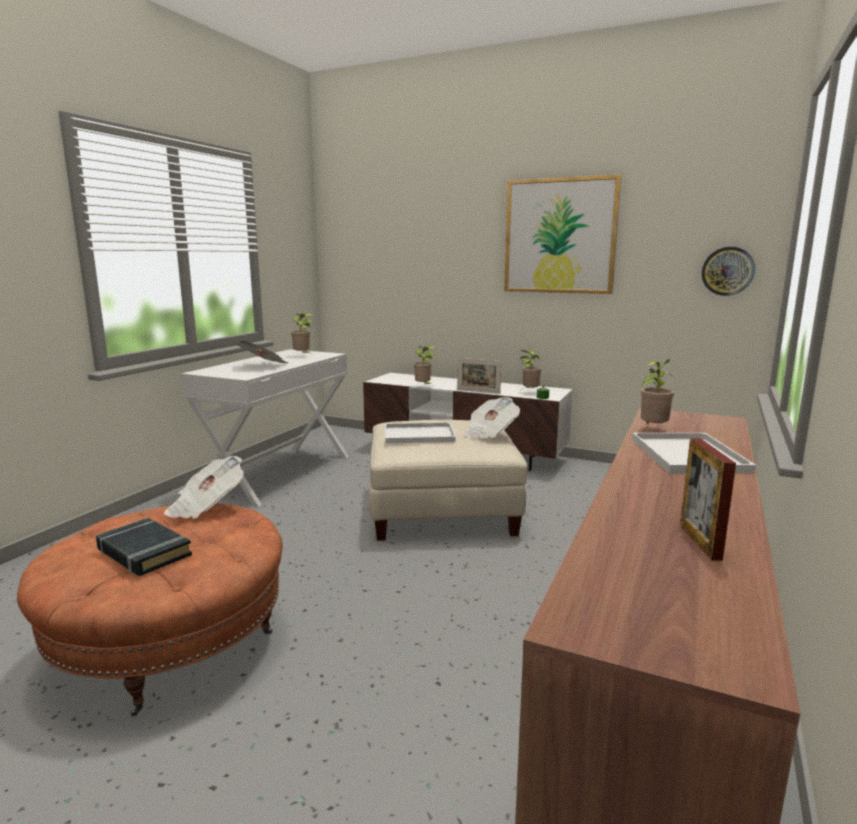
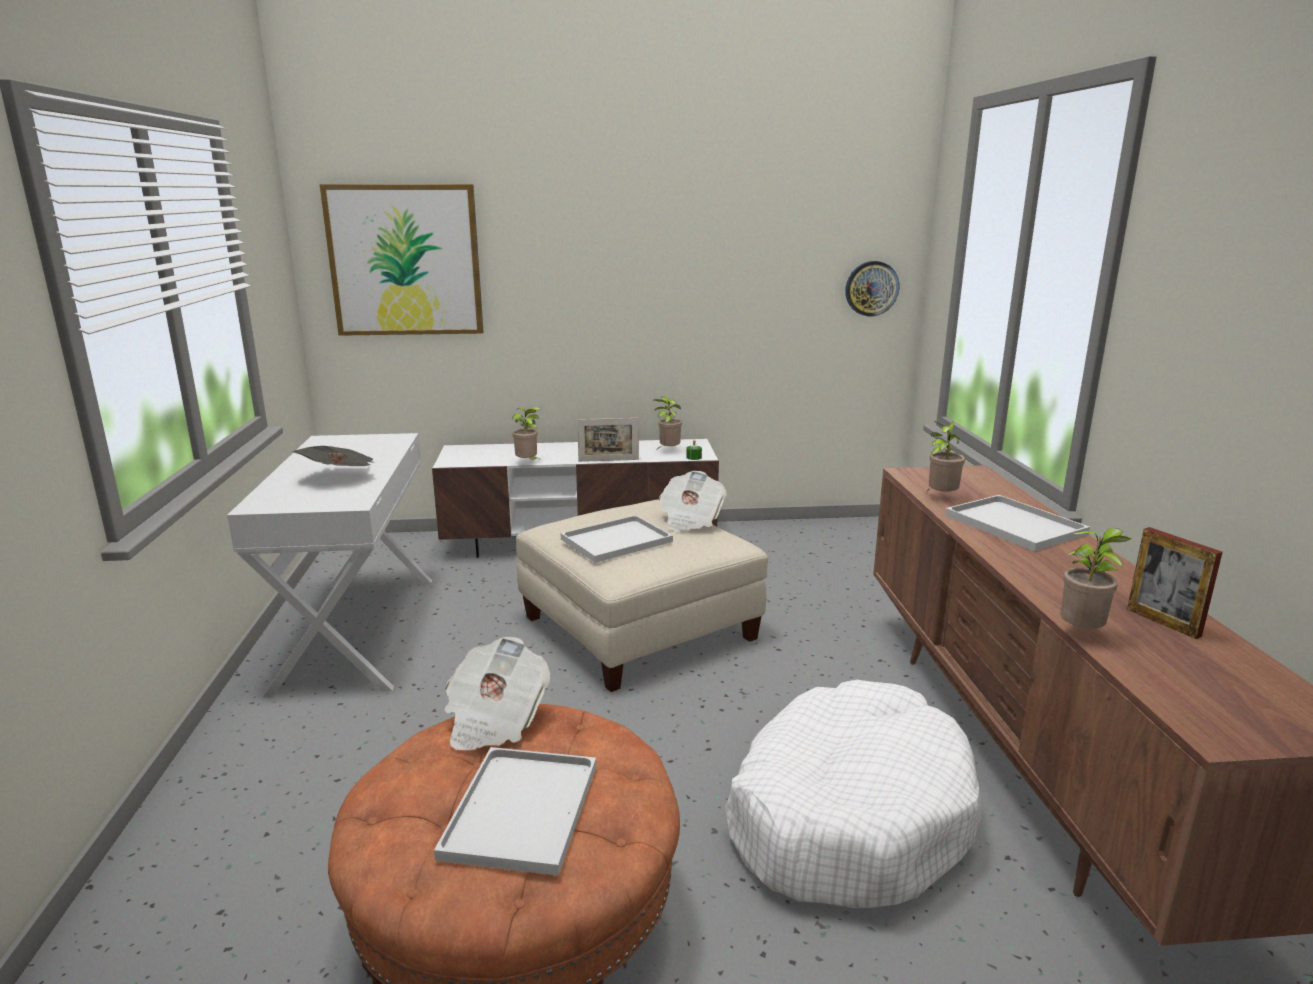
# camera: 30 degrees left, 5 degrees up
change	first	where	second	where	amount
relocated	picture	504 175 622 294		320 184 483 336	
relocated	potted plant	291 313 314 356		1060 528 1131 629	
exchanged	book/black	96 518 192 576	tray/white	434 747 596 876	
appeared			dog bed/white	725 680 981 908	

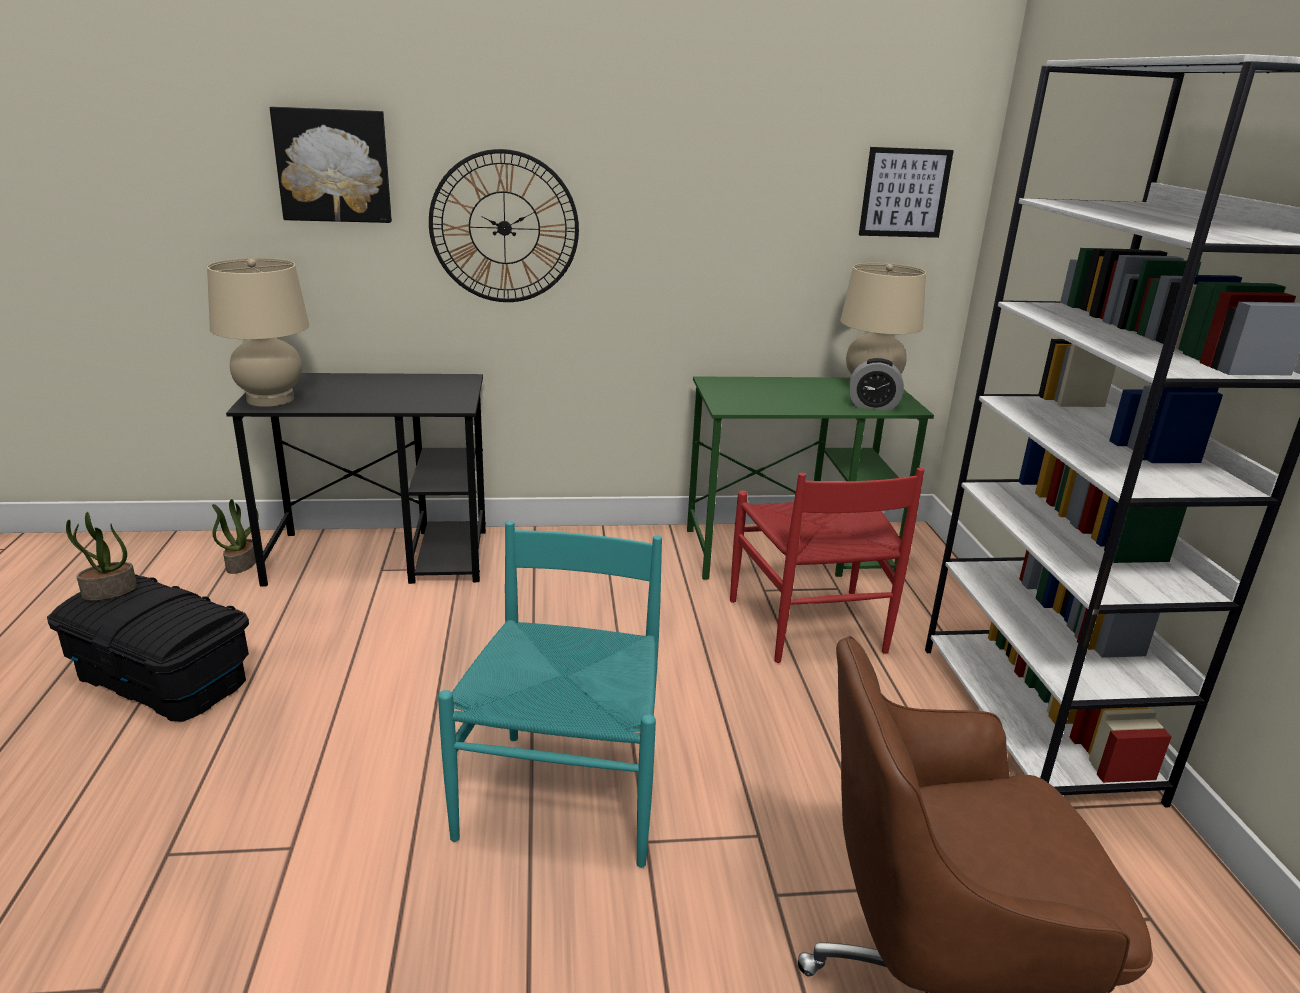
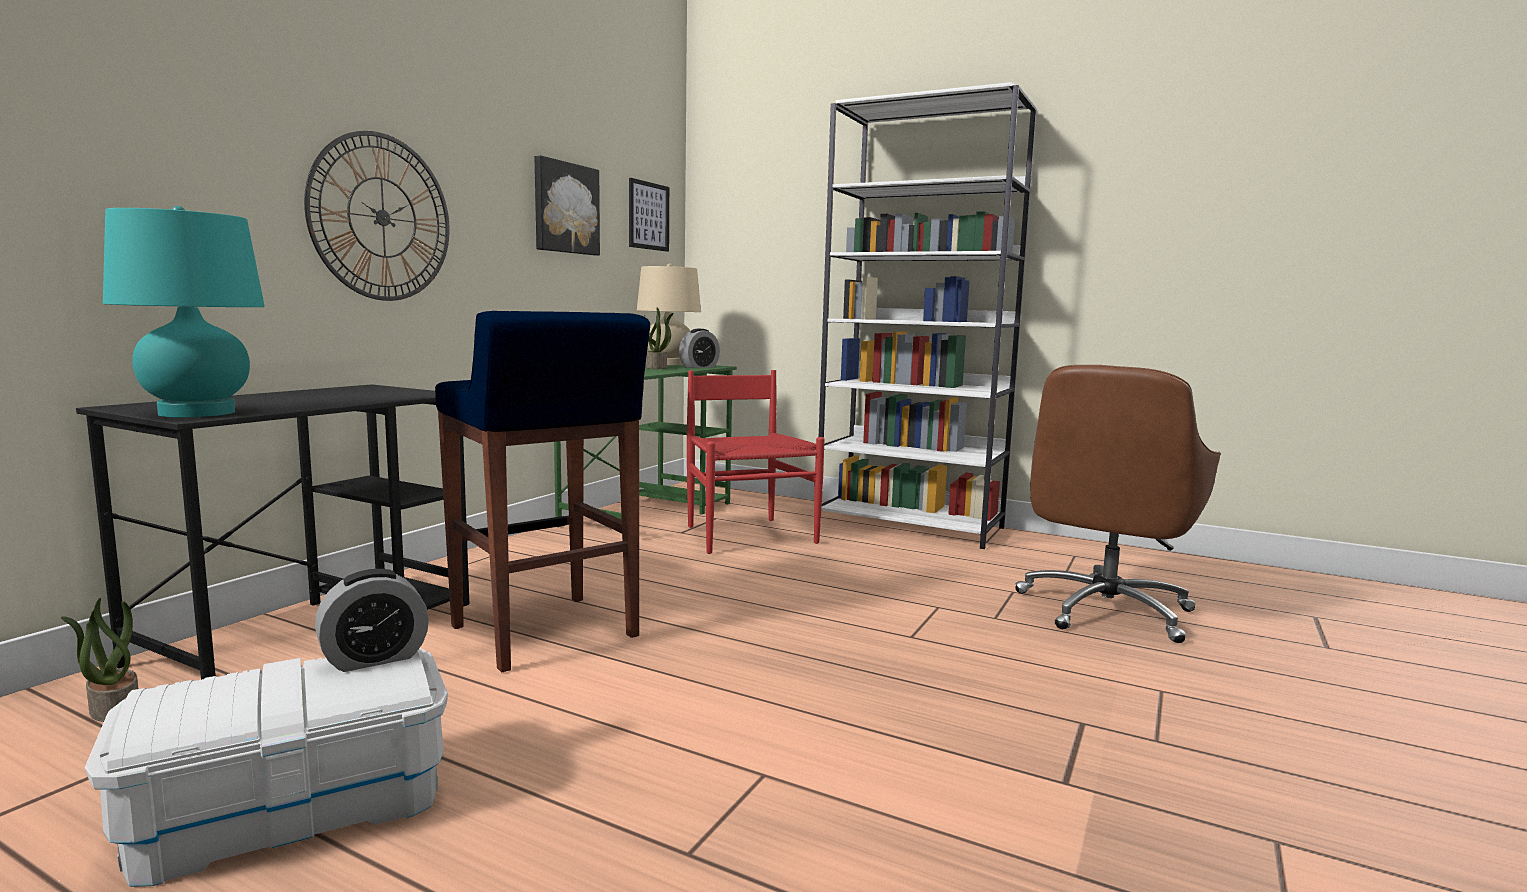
# camera: 55 degrees left, 15 degrees down
change	first	where	second	where	amount
relocated	picture	270 107 392 223		534 156 600 255	
colour	table lamp/beige	207 258 309 407	table lamp/turquoise	103 206 265 417	
spun	chair/red	730 468 924 663		687 370 824 554	135 degrees counterclockwise
relocated	potted plant	66 512 137 600		644 307 674 369	
missing	chair/turquoise	438 521 662 868			
colour	storage box/black	47 574 249 722	storage box/white	85 648 448 887	
appeared			stool/blue	435 311 650 672	
appeared			alarm clock	315 569 429 672	

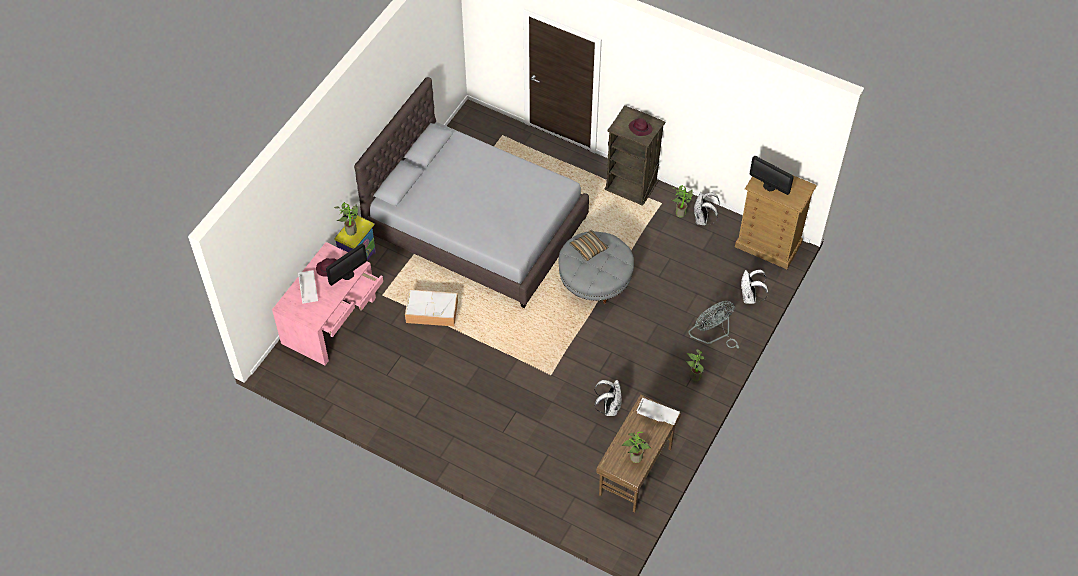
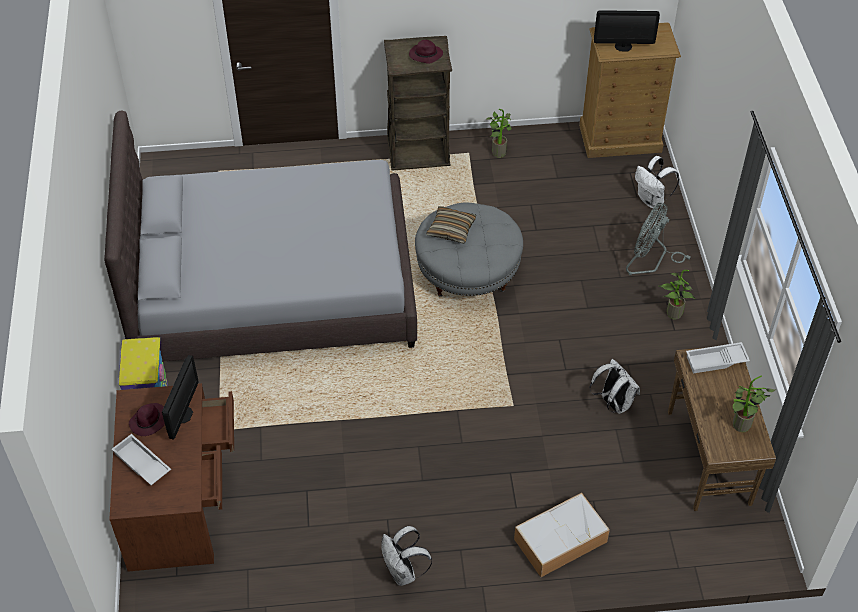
# camera: 35 degrees left, 5 degrees down
change	first	where	second	where	amount
relocated	backpack/white	693 192 720 225		381 526 432 586	
missing	potted plant	334 202 358 236			
colour	desk/pink	272 242 383 366	desk/brown	109 383 234 572	
relocated	storage box	405 289 458 326		514 493 610 577	

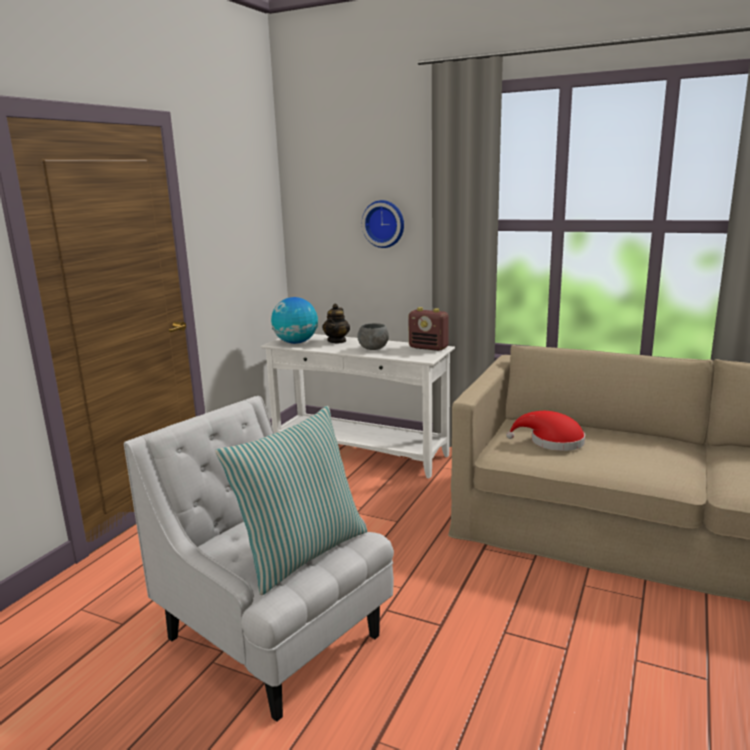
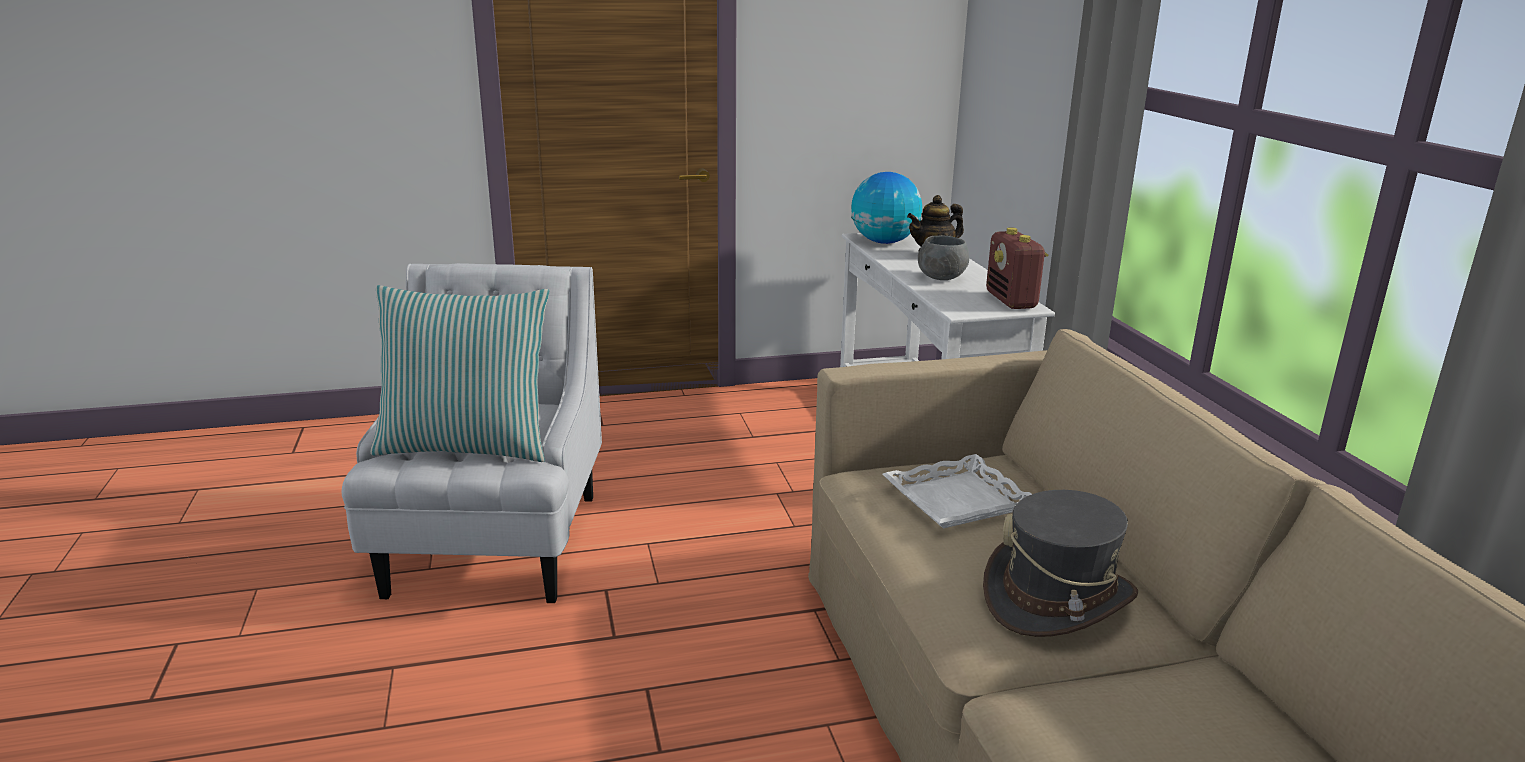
# camera: 50 degrees right, 5 degrees up
change	first	where	second	where	amount
missing	wall clock	362 200 404 248			
exchanged	hat/red	506 411 585 451	tray/white	883 454 1032 528	
appeared			hat/grey	983 490 1138 637	

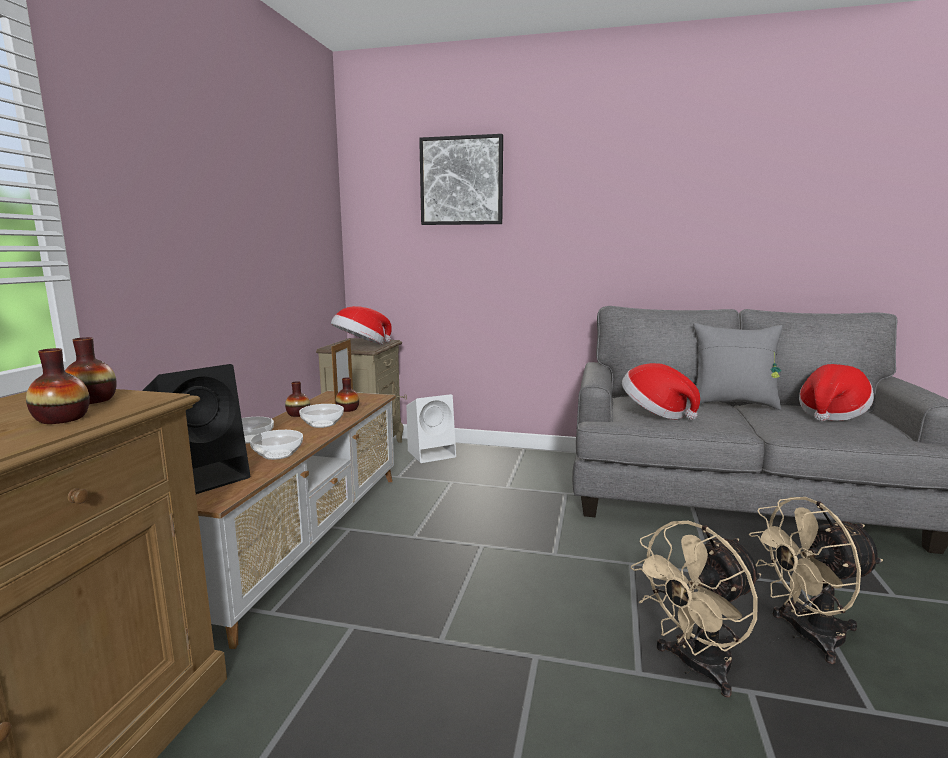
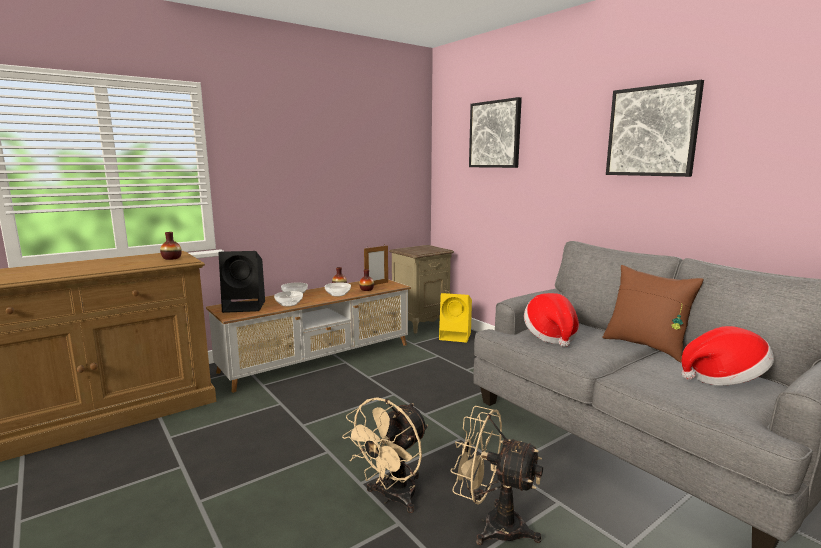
# camera: 40 degrees right, 0 degrees up
change	first	where	second	where	amount
missing	hat	331 306 392 345			
colour	pillow/grey	693 323 782 410	pillow/brown	602 265 704 362	
missing	vase	26 348 90 424			
colour	speaker/white	406 394 456 463	speaker/yellow	439 293 472 343	
spun	fan/beige	631 521 761 698		342 397 428 513	60 degrees counterclockwise
appeared			picture	606 80 704 177	

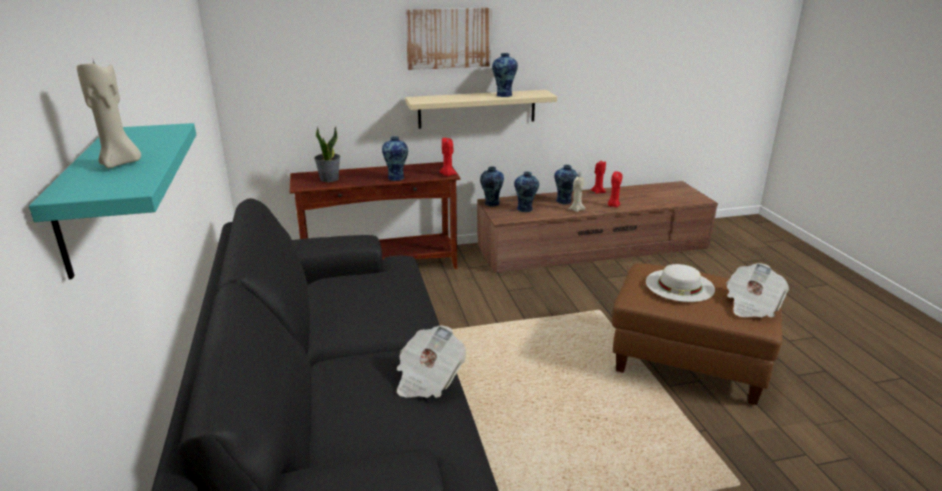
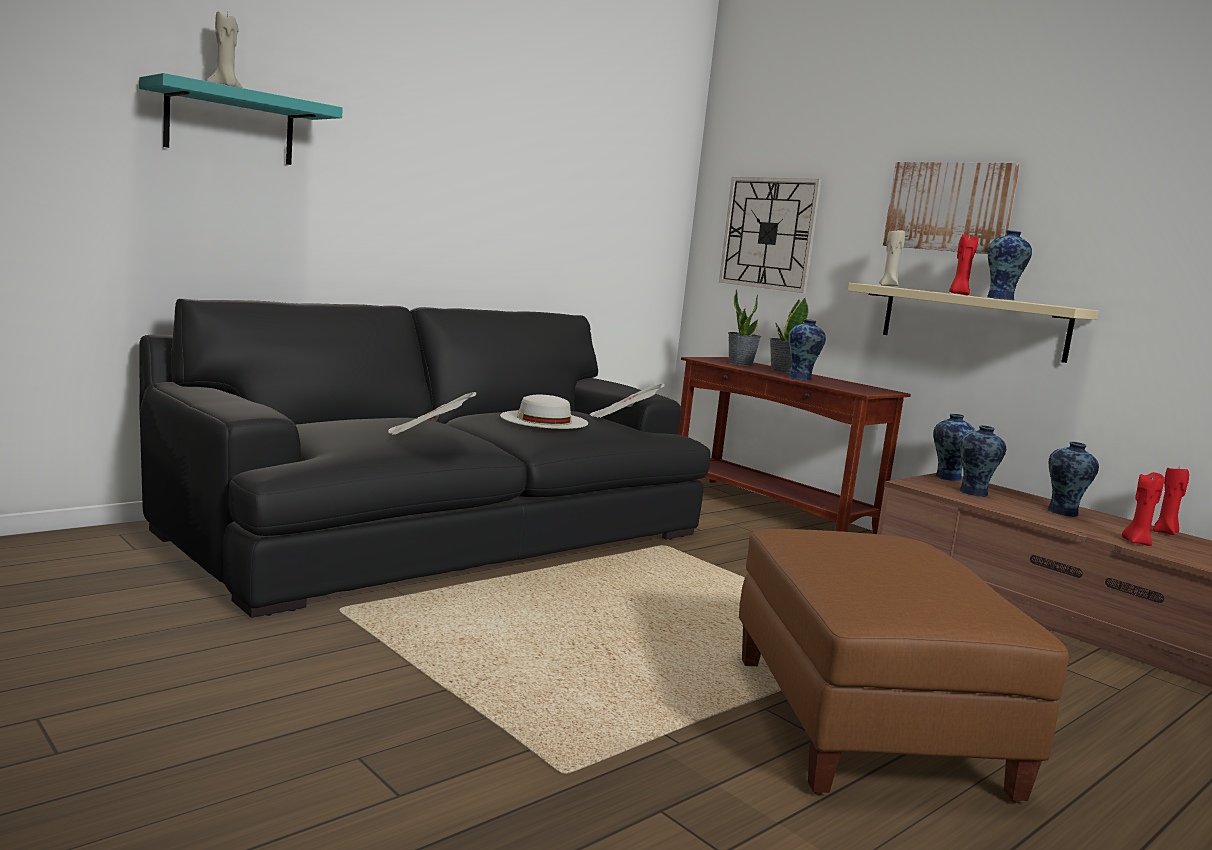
# camera: 60 degrees right, 15 degrees down
change	first	where	second	where	amount
relocated	candle/red	439 138 457 176		949 234 978 295	
relocated	candle/beige	568 177 586 212		879 229 905 286	
relocated	newspaper	726 263 789 317		590 384 665 418	
relocated	hat/white	646 264 715 302		500 395 588 429	
appeared			wall clock	719 177 822 293	
appeared			potted plant	770 298 808 373	

